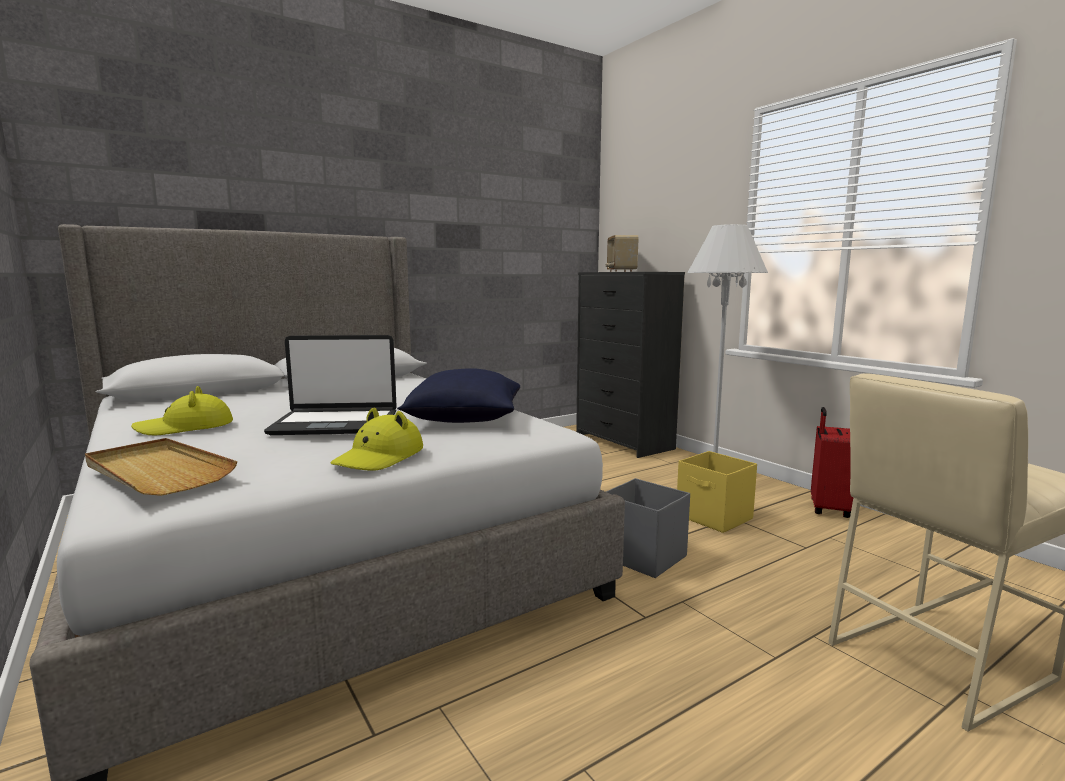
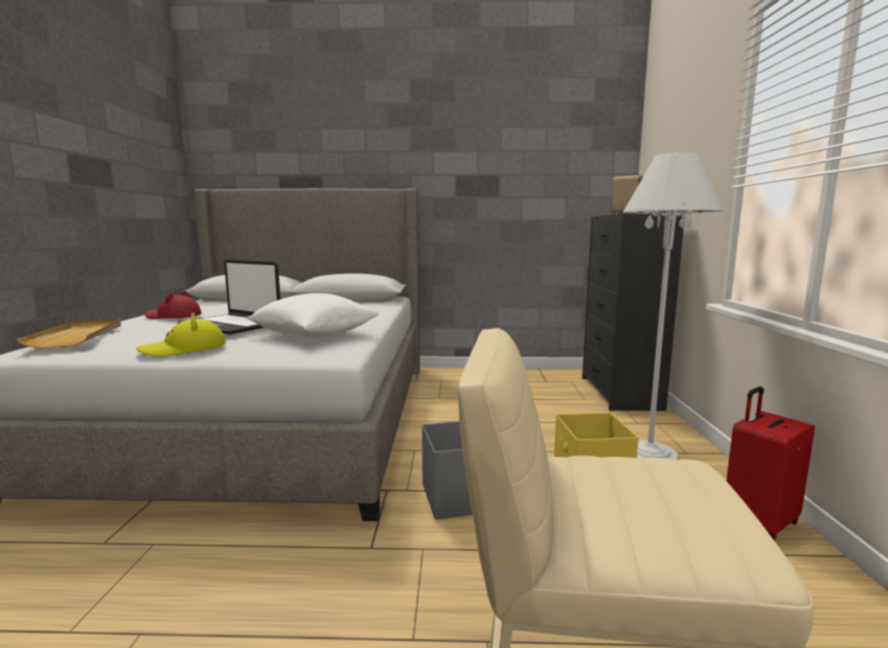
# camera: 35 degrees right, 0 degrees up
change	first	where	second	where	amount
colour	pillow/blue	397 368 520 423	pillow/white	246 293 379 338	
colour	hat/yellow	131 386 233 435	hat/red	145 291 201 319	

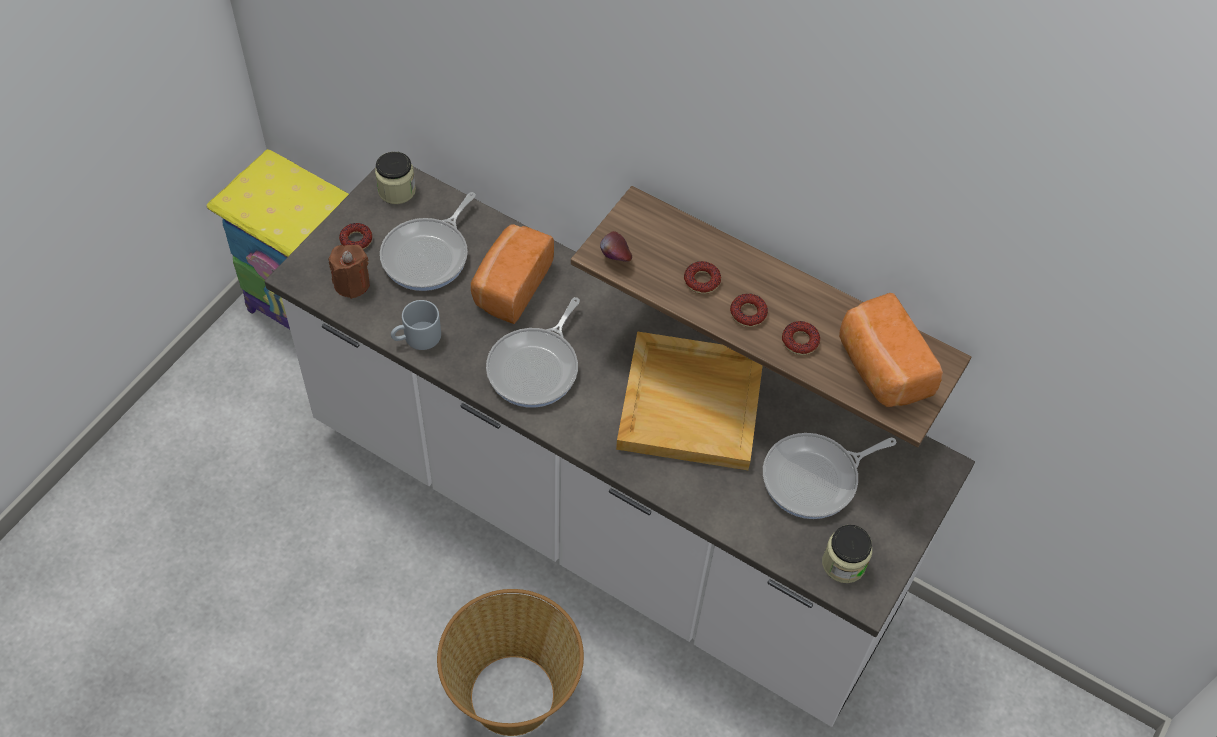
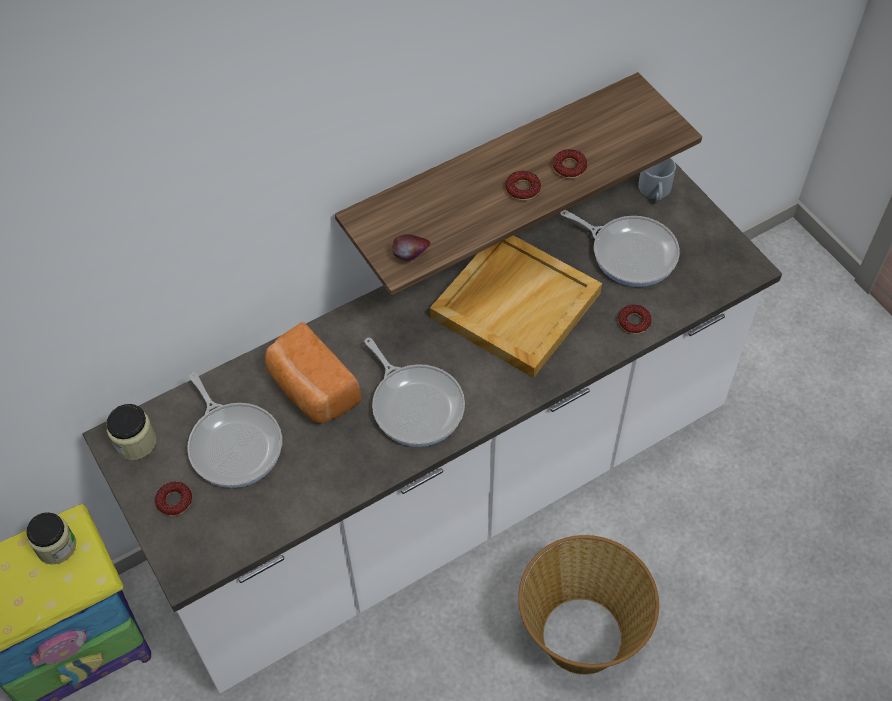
# camera: 60 degrees left, 0 degrees up
change	first	where	second	where	amount
missing	candle/brown	328 245 370 299			
relocated	donut	684 261 721 294		618 305 651 334	
missing	bread	839 293 943 407			
relocated	mug/grey	391 300 441 350		638 158 676 201	
spun	frying pan	763 433 896 519		560 210 680 287	60 degrees counterclockwise
relocated	jar	822 525 872 583		26 512 76 565	

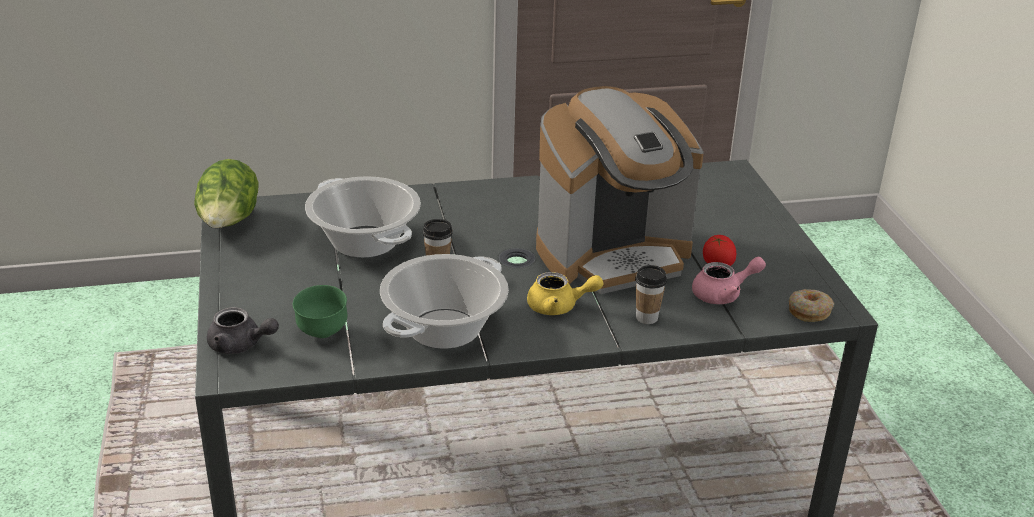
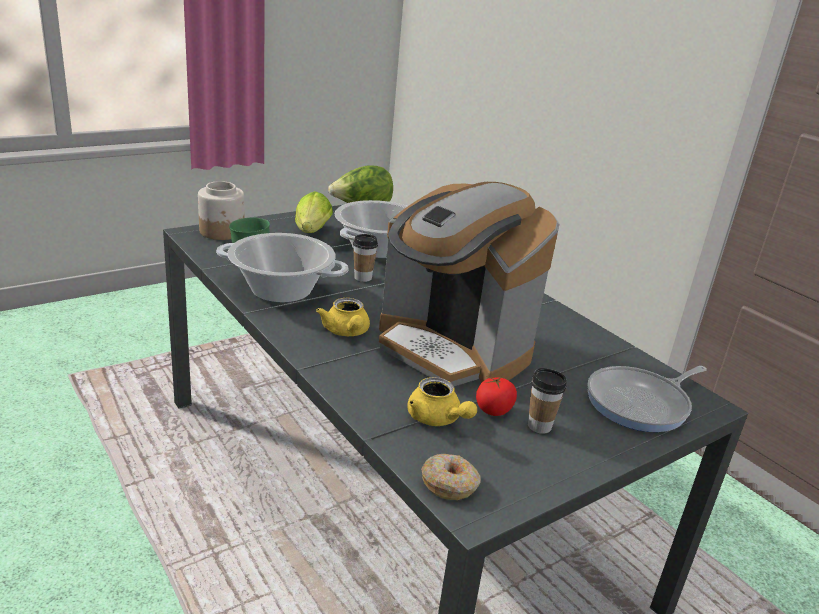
# camera: 65 degrees right, 5 degrees down
change	first	where	second	where	amount
colour	teapot/pink	692 257 766 304	teapot/yellow	407 377 477 426	
relocated	cup	635 265 667 324		528 368 567 434	
exchanged	teapot/grey	207 307 279 354	jar	198 181 245 240	
appeared			lettuce	295 191 333 233	
appeared			frying pan	587 366 707 432	

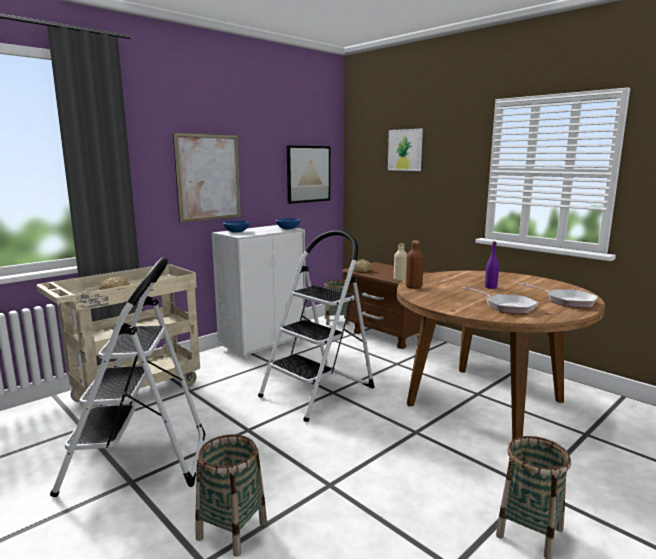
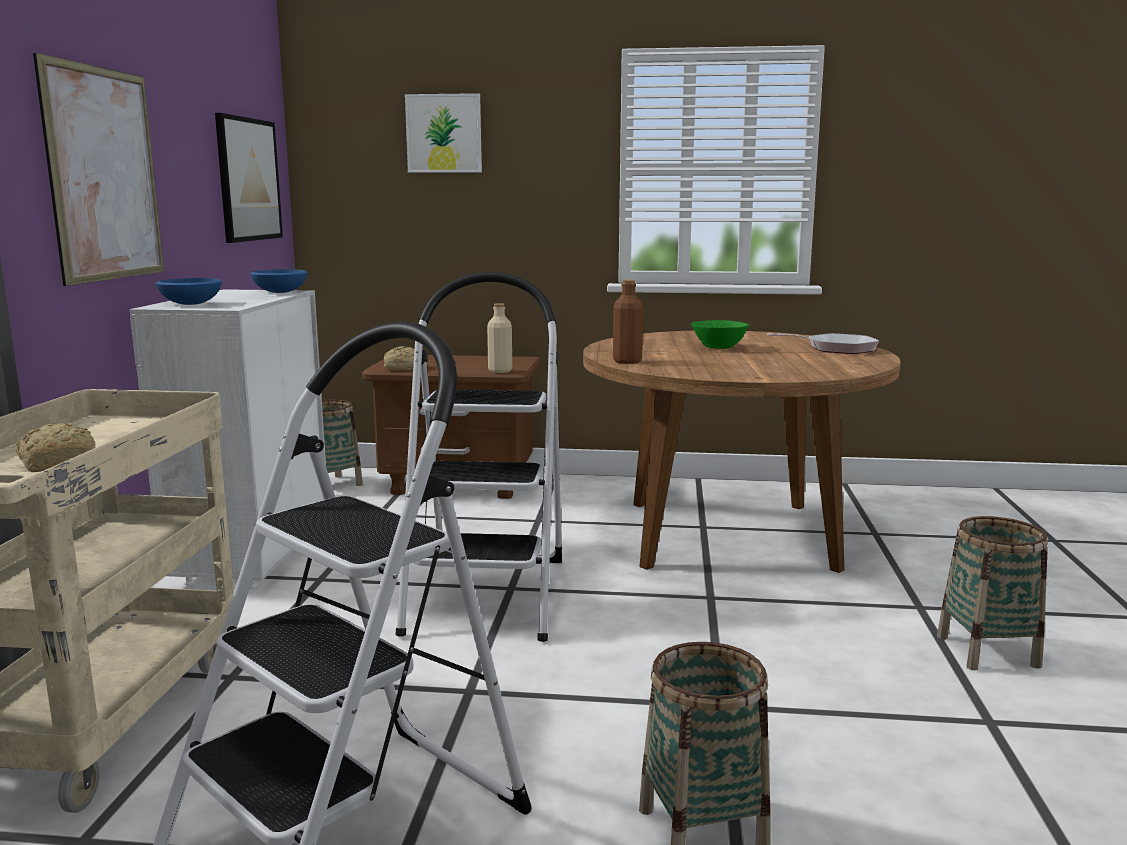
# camera: 40 degrees left, 0 degrees up
change	first	where	second	where	amount
exchanged	bottle/purple	485 241 499 289	bowl/green	691 320 749 349	
missing	frying pan	462 287 538 314			

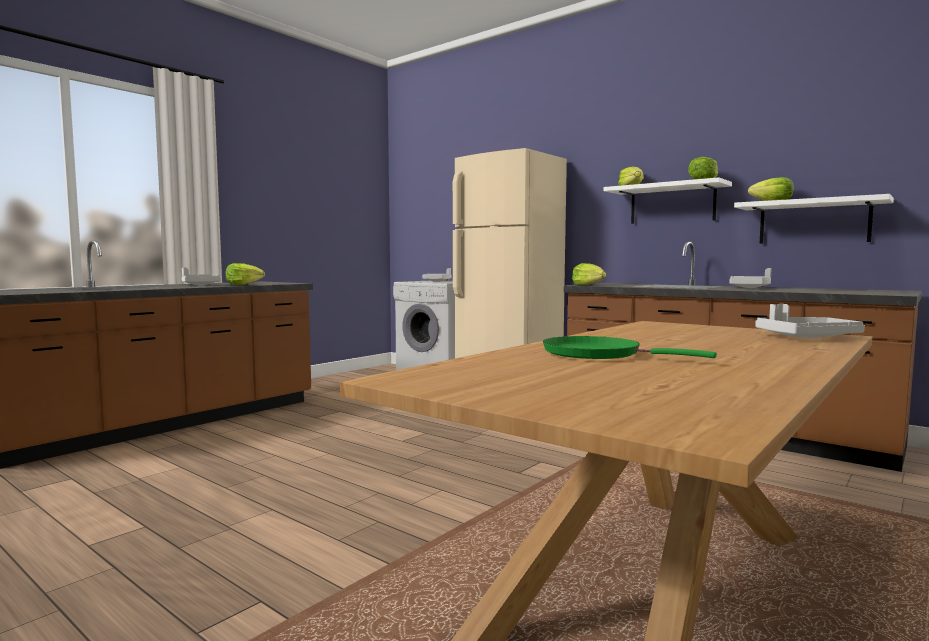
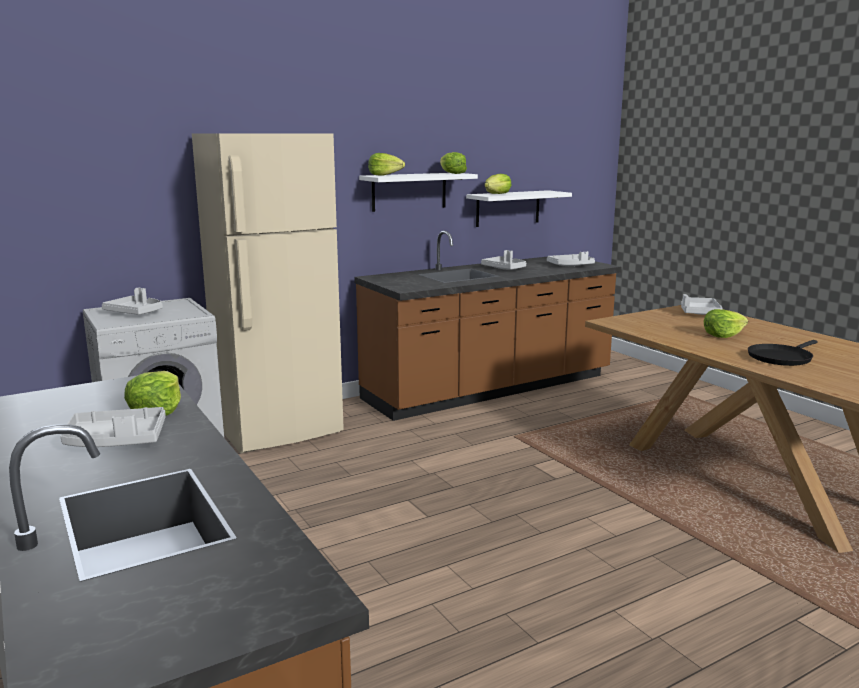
# camera: 70 degrees left, 10 degrees up
change	first	where	second	where	amount
relocated	lettuce	572 263 606 285		704 309 748 338	
colour	frying pan/green	543 336 717 359	frying pan/black	748 340 818 366	
appeared			tray/grey	547 251 595 266	

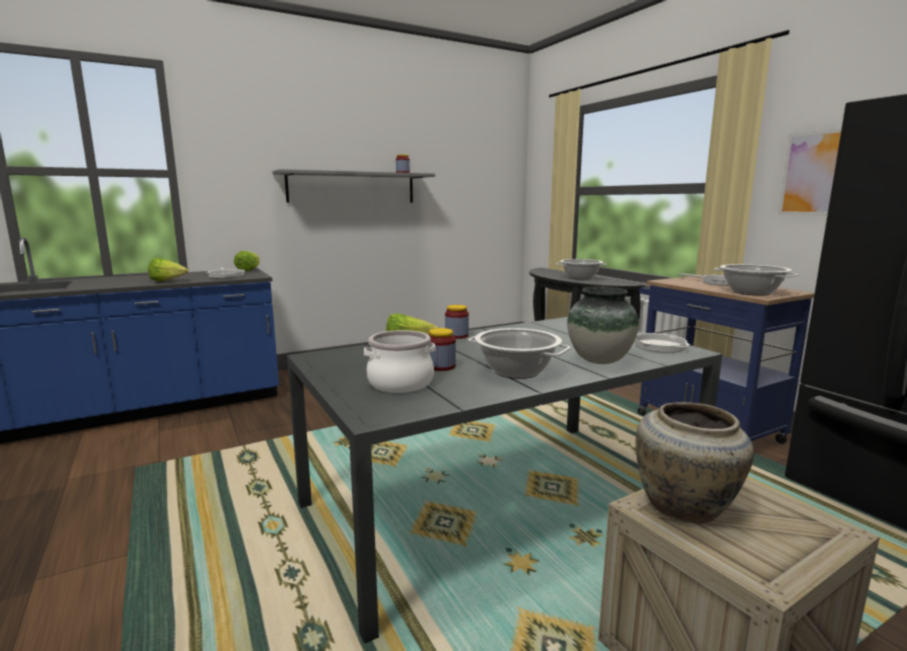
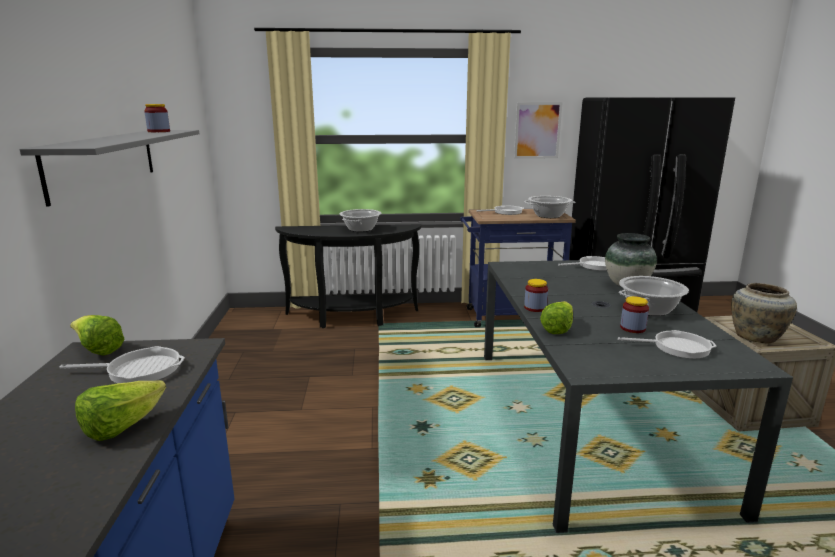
# camera: 65 degrees left, 5 degrees up
change	first	where	second	where	amount
exchanged	cooking pot	364 330 435 393	frying pan	618 330 717 359	

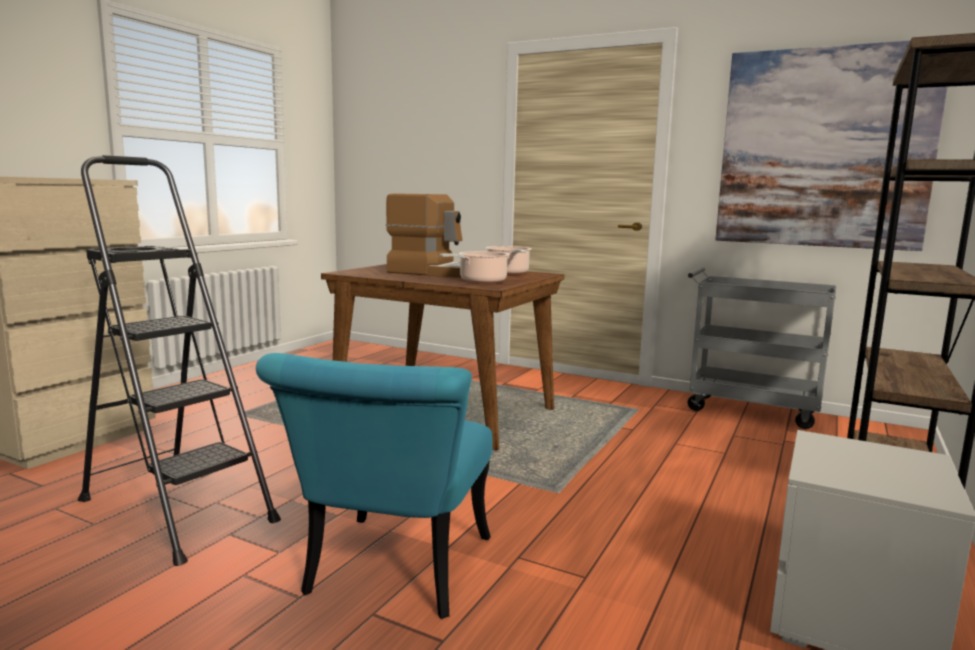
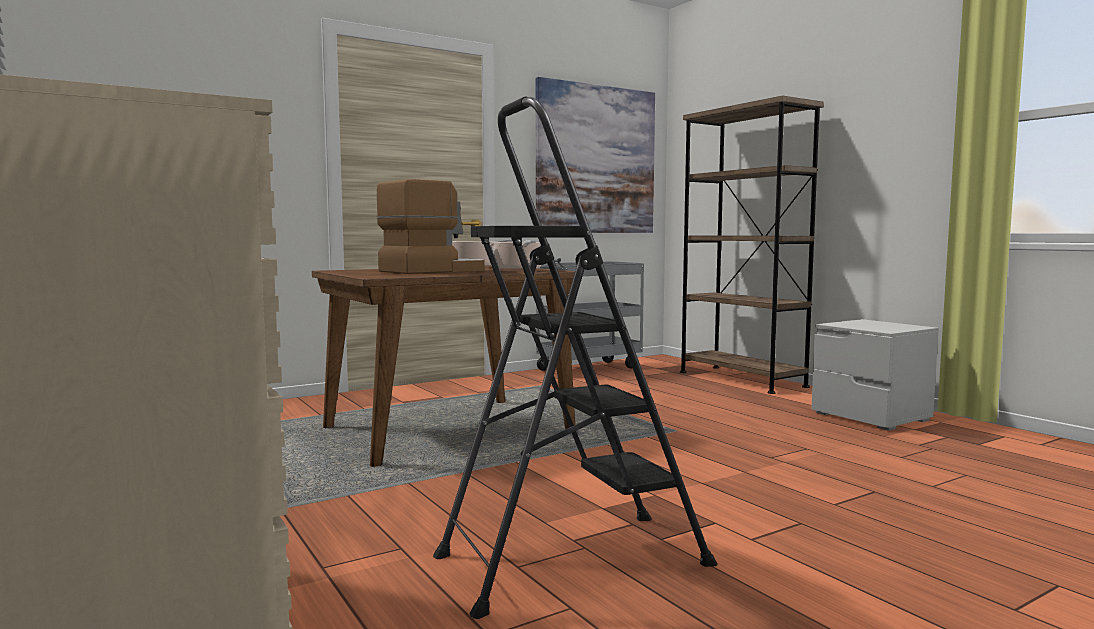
# camera: 60 degrees left, 5 degrees down
change	first	where	second	where	amount
missing	chair/turquoise	256 353 493 619			

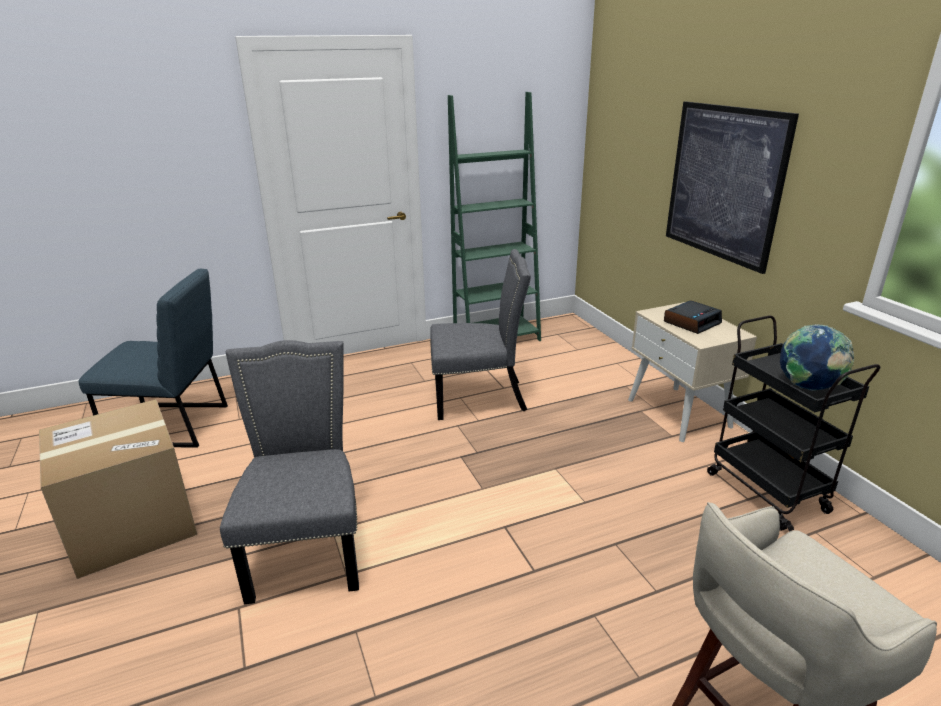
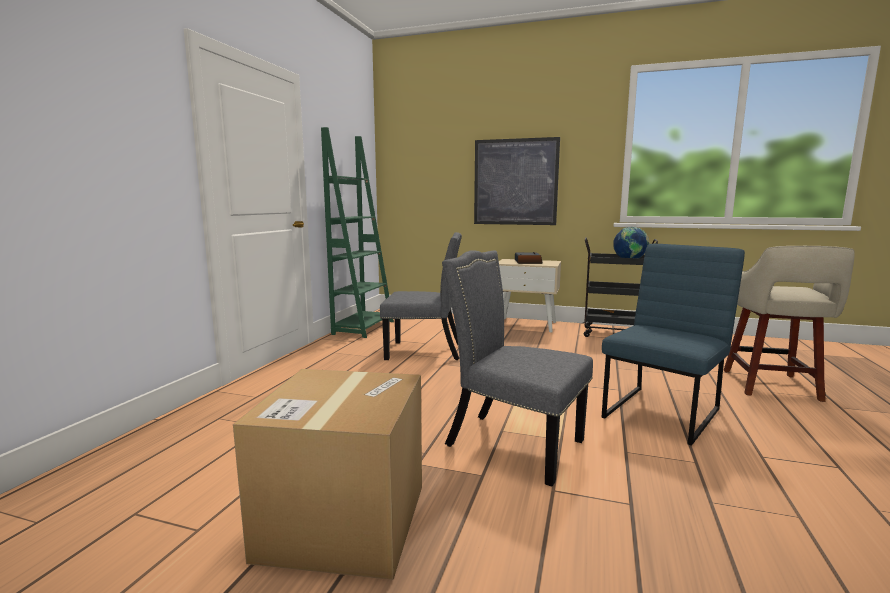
# camera: 50 degrees left, 15 degrees down
change	first	where	second	where	amount
spun	chair/grey	430 249 531 420		380 232 462 360	60 degrees clockwise
relocated	chair/blue	79 269 228 447		602 244 745 446	

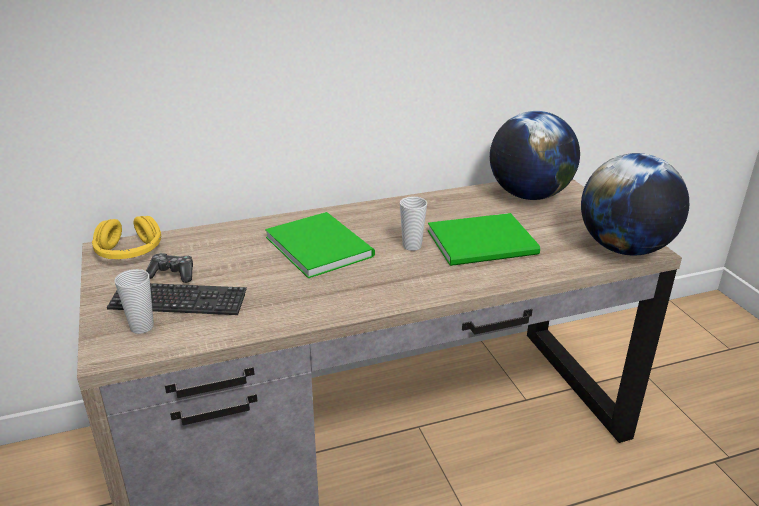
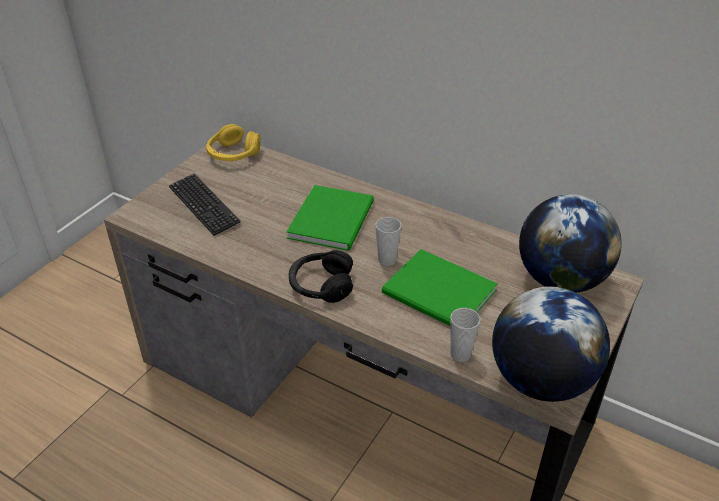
# camera: 50 degrees right, 10 degrees up
change	first	where	second	where	amount
missing	game controller	146 253 193 283			
relocated	cup	114 269 154 334		450 308 481 362	
appeared			headphones/black	289 250 353 303	

